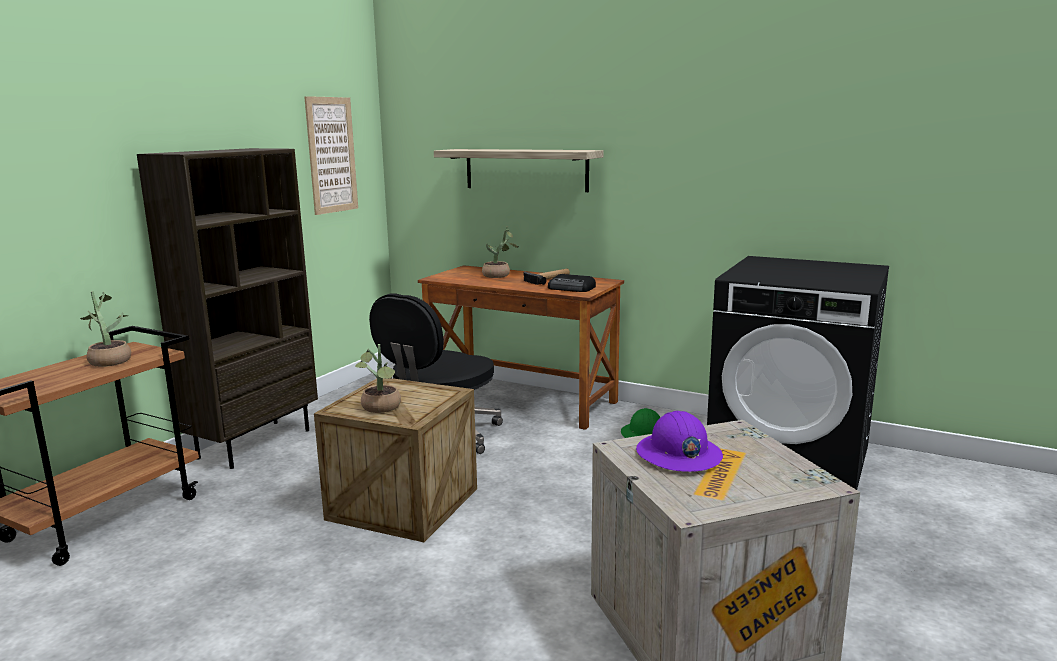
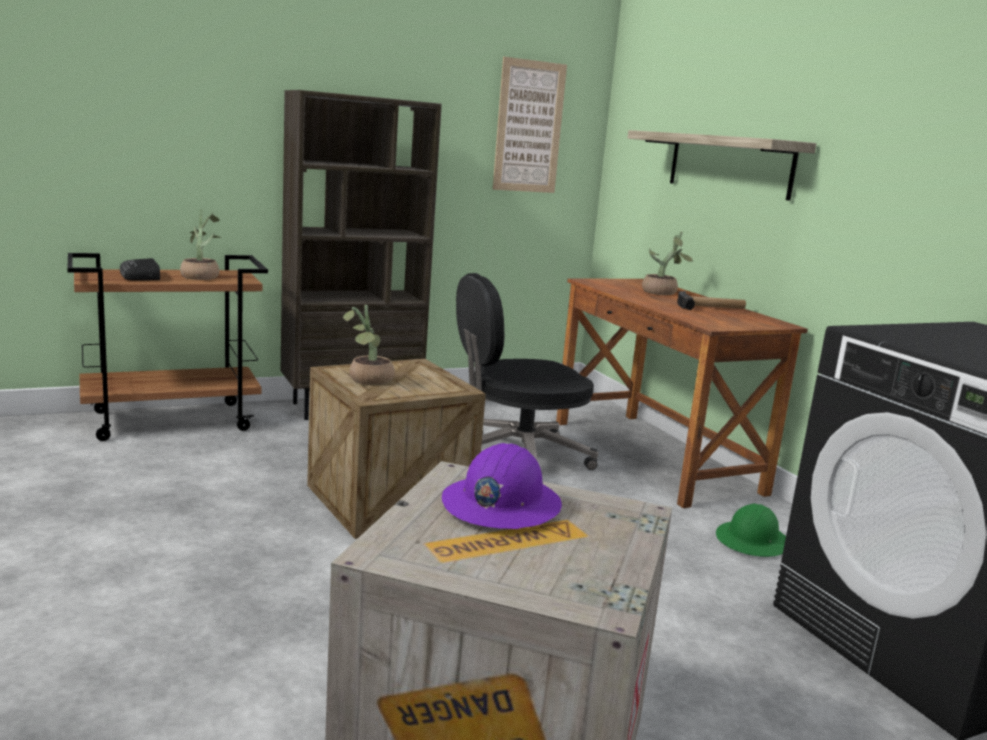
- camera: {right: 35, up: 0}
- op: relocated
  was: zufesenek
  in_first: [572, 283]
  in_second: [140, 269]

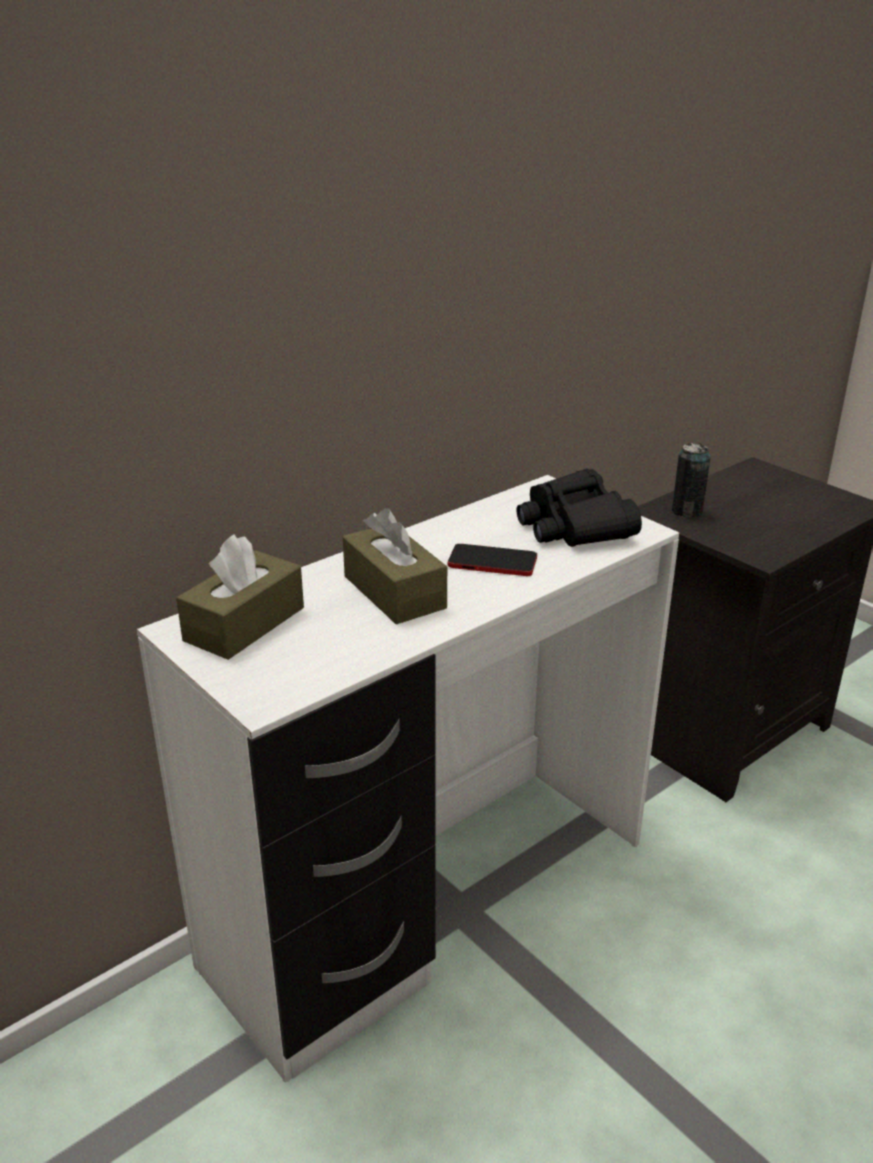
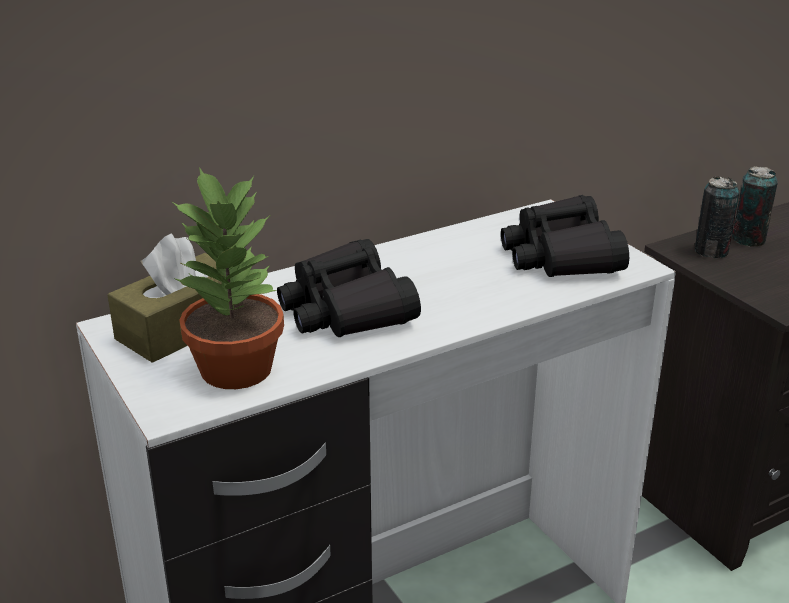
- camera: {right: 10, up: 0}
- op: appeared
  now: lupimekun
  in_second: [228, 278]
- op: exchanged
  was: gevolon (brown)
  now: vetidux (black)
  in_first: [395, 566]
  in_second: [349, 288]
- op: appeared
  now: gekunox
  in_second: [755, 206]
- op: missing
  was: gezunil
  in_first: [492, 560]

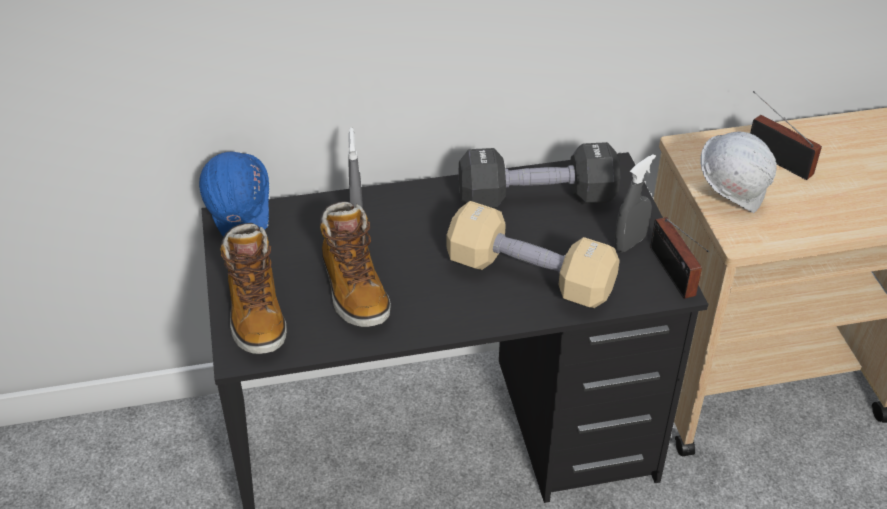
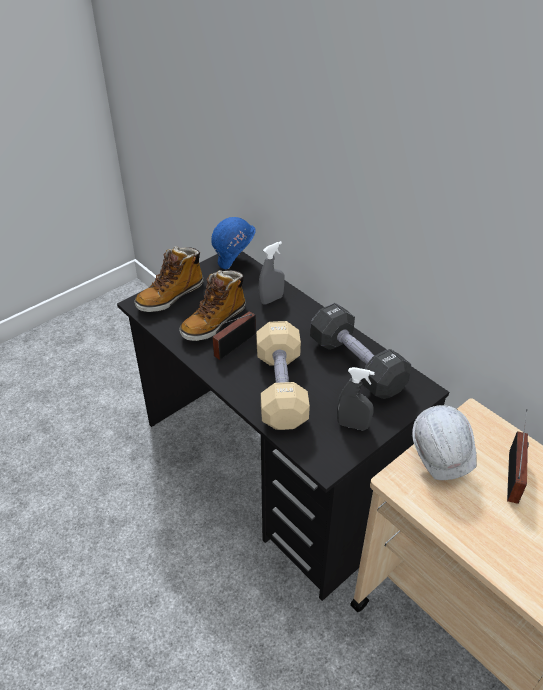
- camera: {right: 60, up: 0}
- op: relocated
  was: zufesenek
  in_first: [679, 258]
  in_second: [233, 335]

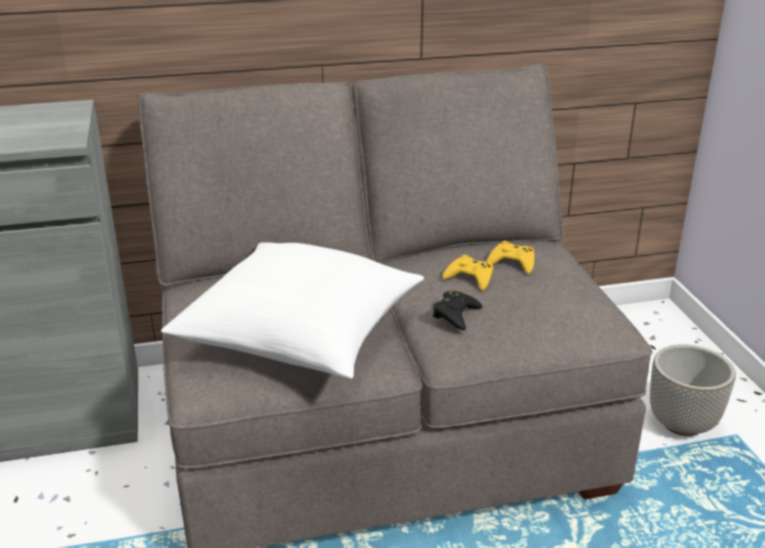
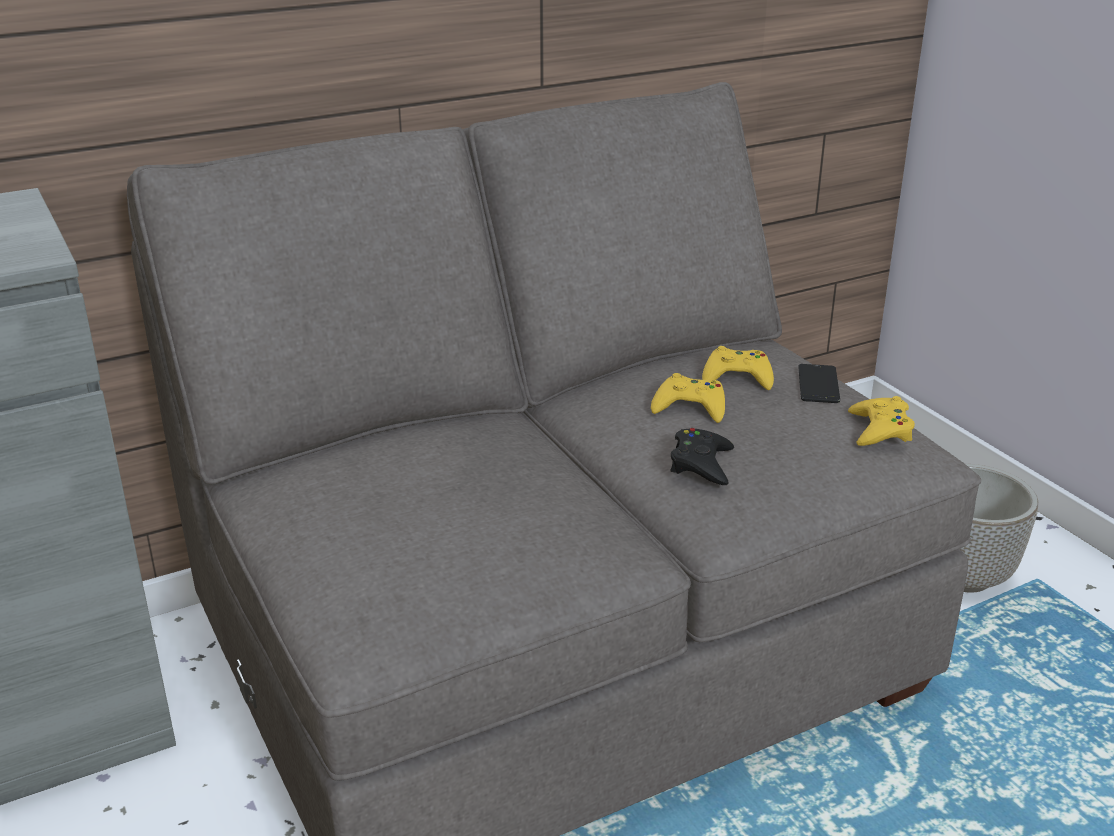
- camera: {right: -15, up: 0}
- op: appeared
  now: gezunil
  in_second: [819, 383]
- op: appeared
  now: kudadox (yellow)
  in_second: [881, 421]
- op: missing
  was: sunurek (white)
  in_first: [292, 311]

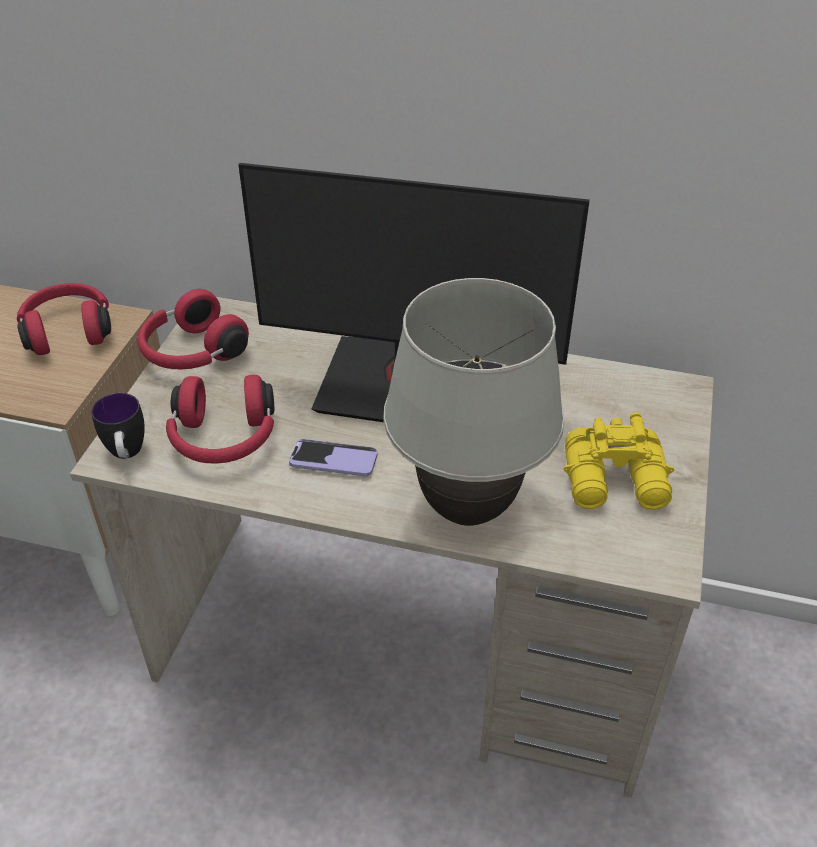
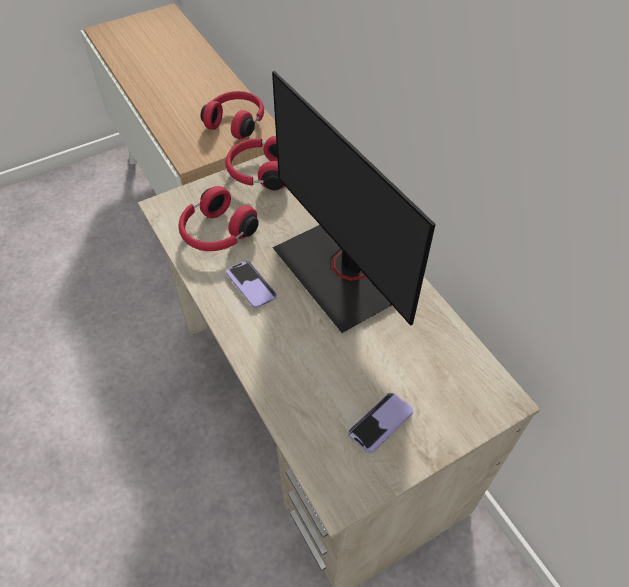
- camera: {right: 45, up: 10}
- op: exchanged
  was: vetidux (yellow)
  now: gezunil
  in_first: [618, 461]
  in_second: [380, 423]
- op: missing
  was: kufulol
  in_first: [118, 426]
- op: missing
  was: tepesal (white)
  in_first: [473, 402]

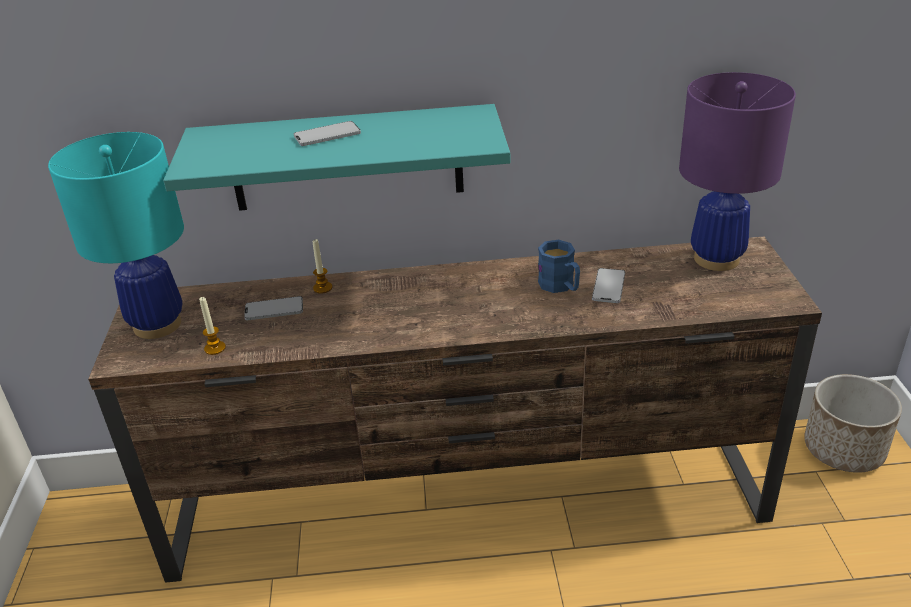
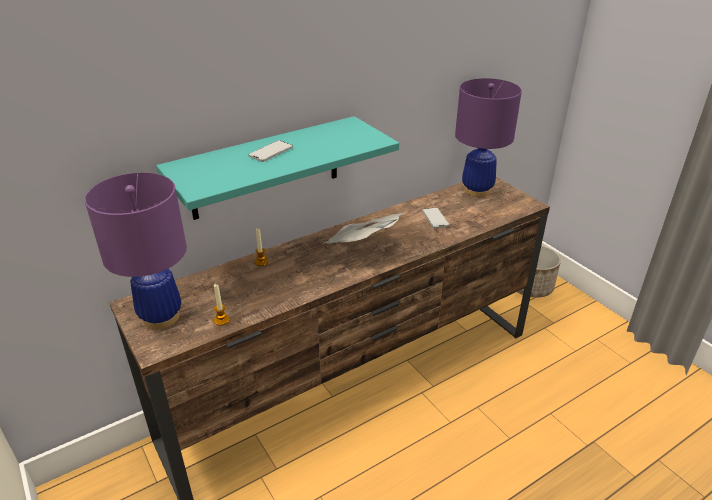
- camera: {right: -30, up: 0}
- op: colour
  was: tepesal (turquoise)
  now: tepesal (purple)
  in_first: [116, 235]
  in_second: [136, 251]
- op: appeared
  now: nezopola
  in_second: [363, 228]
- op: missing
  was: gezunil
  in_first: [273, 308]
- op: missing
  was: kufulol (blue)
  in_first: [559, 266]

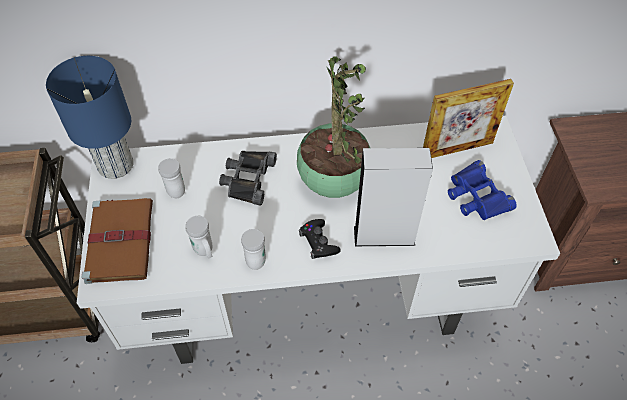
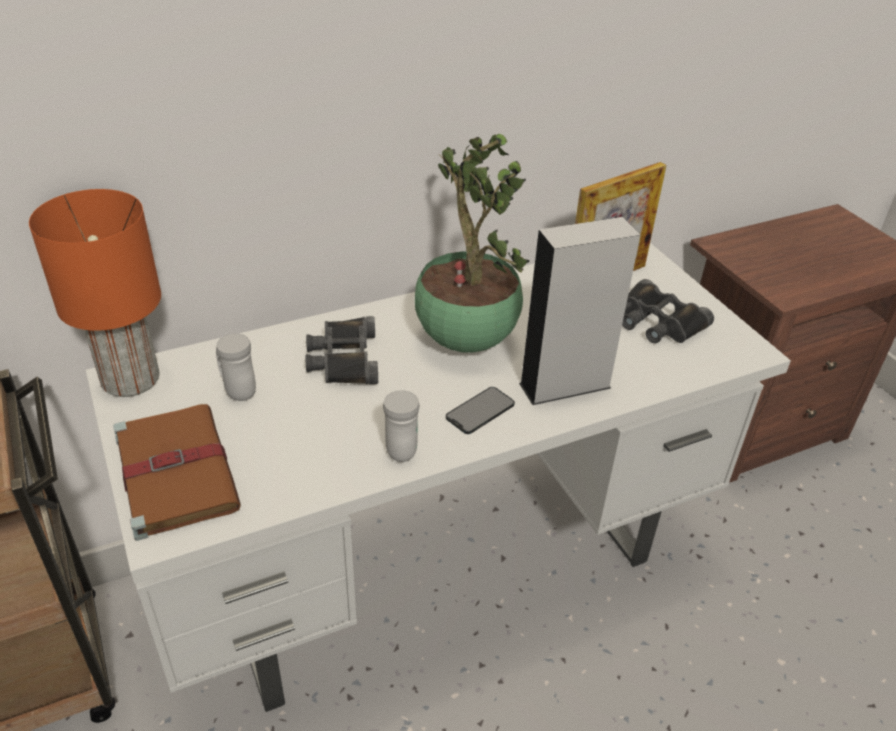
- camera: {right: -20, up: -15}
- op: colour
  was: tepesal (blue)
  now: tepesal (orange)
  in_first: [90, 117]
  in_second: [95, 293]
- op: exchanged
  was: kudadox (black)
  now: gezunil
  in_first: [320, 239]
  in_second: [480, 410]
- op: colour
  was: vetidux (blue)
  now: vetidux (black)
  in_first: [482, 190]
  in_second: [668, 311]
- op: missing
  was: kufulol (white)
  in_first: [198, 237]

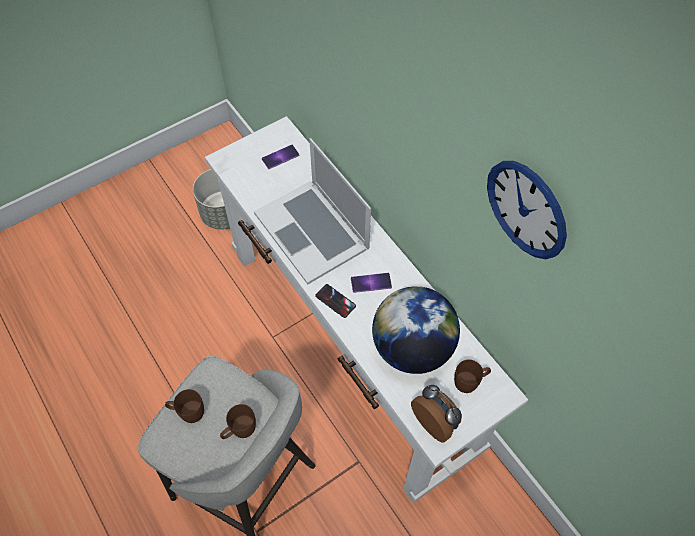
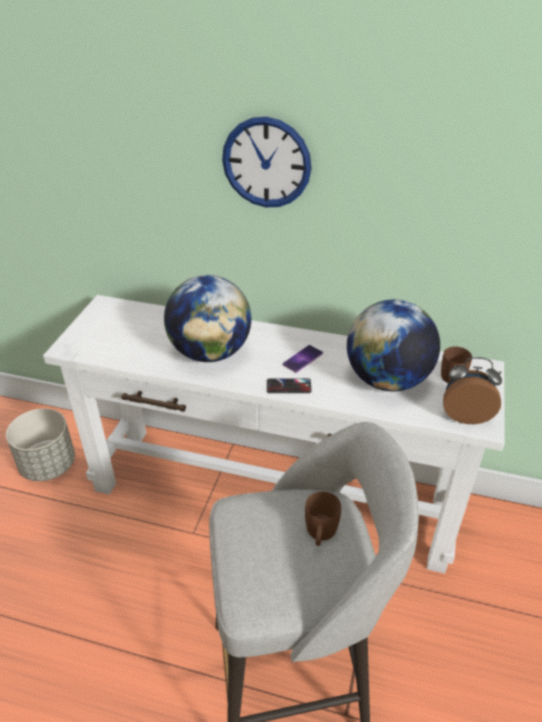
- camera: {right: -40, up: -20}
- op: exchanged
  was: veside
  now: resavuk
  in_first: [312, 211]
  in_second: [207, 318]
- op: relocated
  was: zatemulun
  in_first: [527, 210]
  in_second: [267, 162]
- op: missing
  was: kufulol (brown)
  in_first: [184, 406]
- op: missing
  was: gezunil
  in_first: [280, 157]

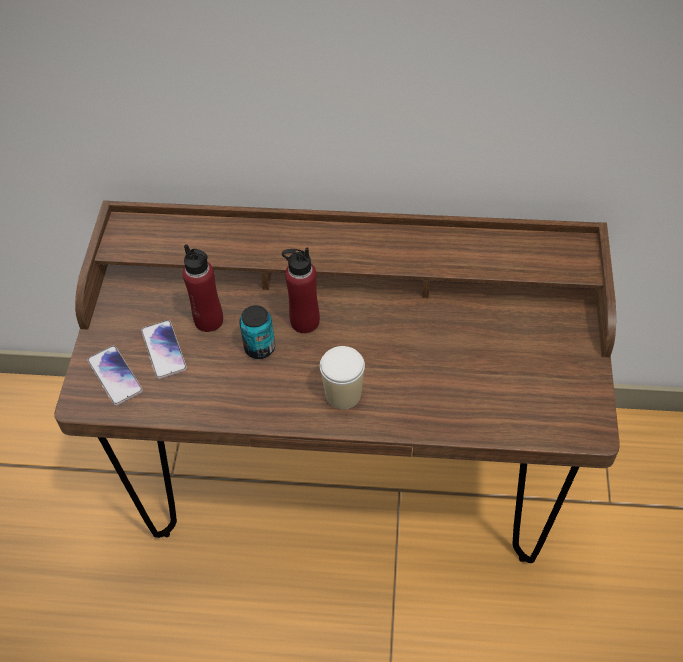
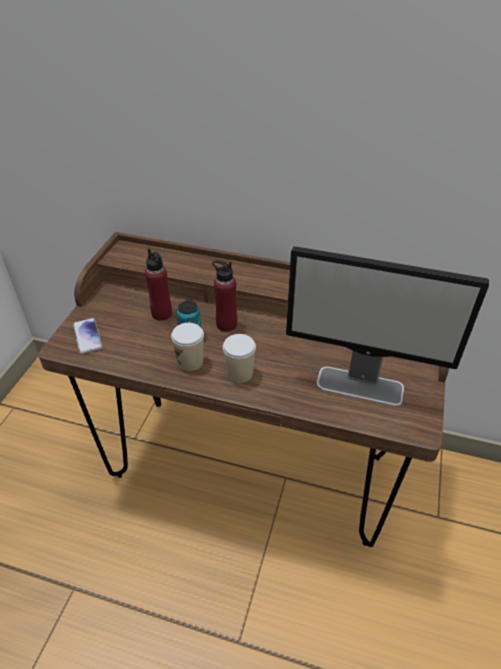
- camera: {right: 10, up: -10}
- op: appeared
  now: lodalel
  in_second: [187, 347]
- op: appeared
  now: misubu
  in_second: [387, 326]
- op: missing
  was: gezunil
  in_first: [164, 349]

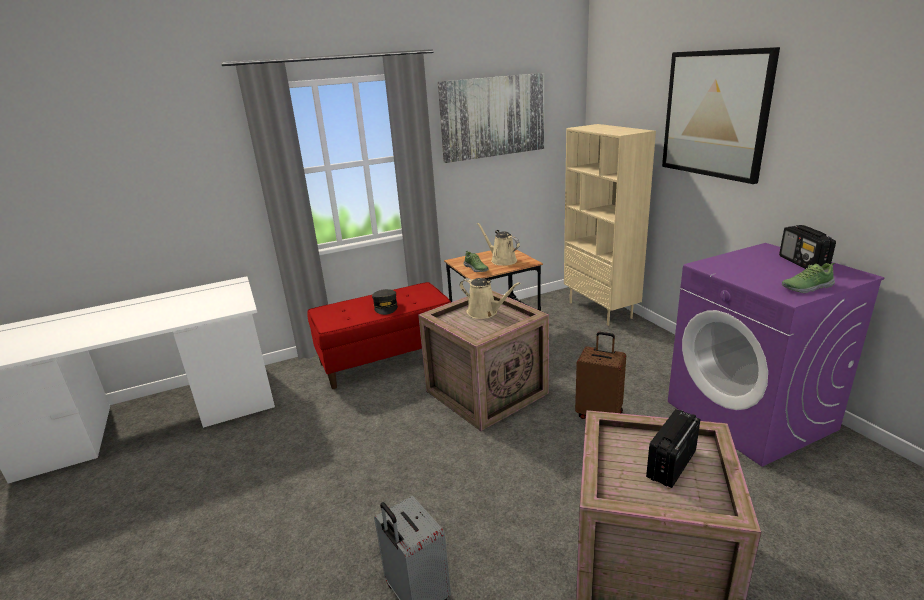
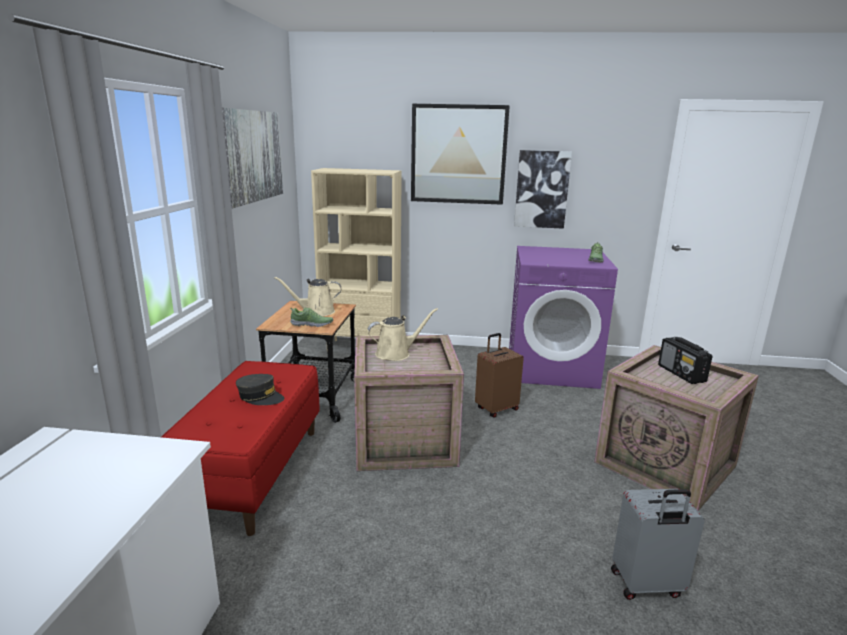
- camera: {right: -60, up: -5}
- op: appeared
  now: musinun
  in_second: [543, 189]
- op: missing
  was: zufesenek
  in_first: [807, 247]

